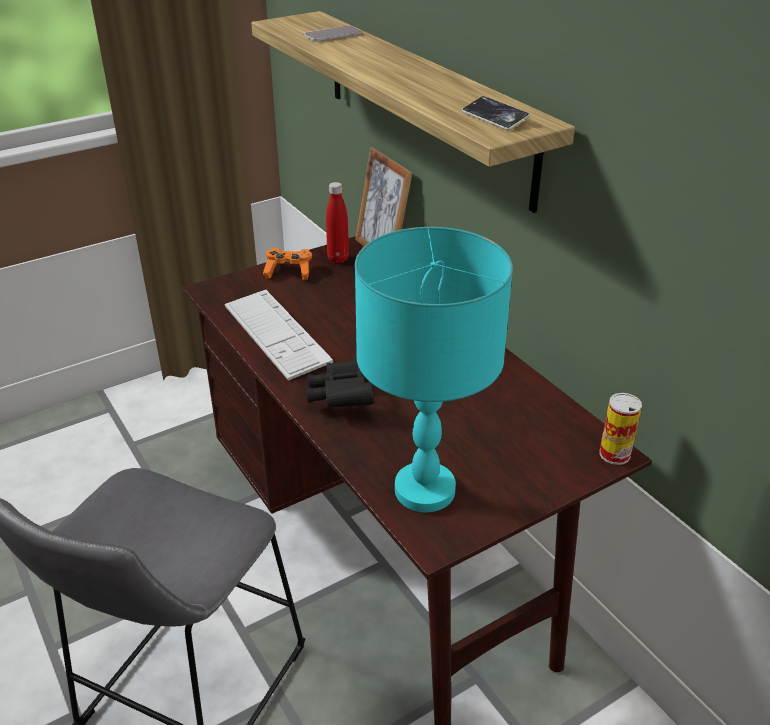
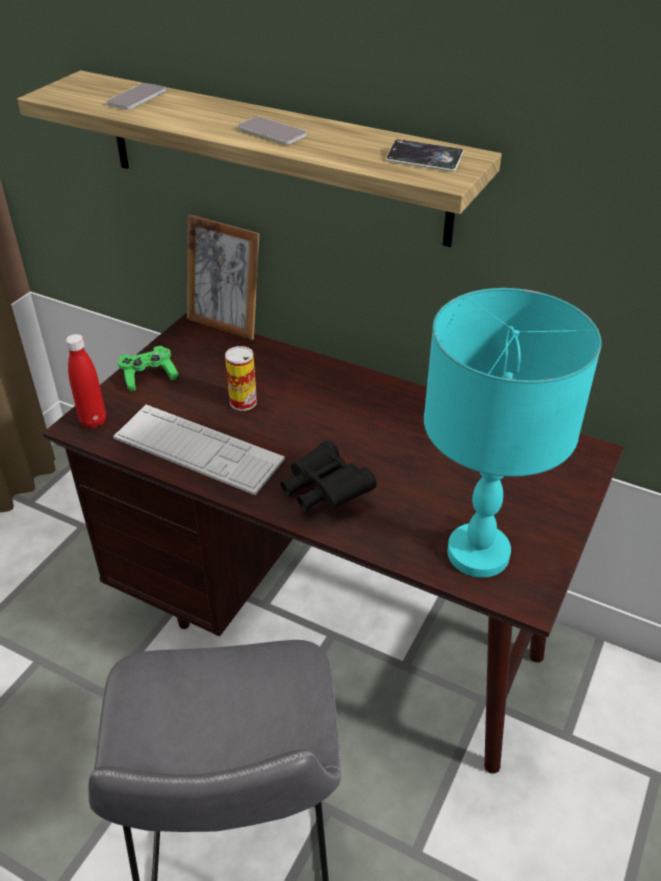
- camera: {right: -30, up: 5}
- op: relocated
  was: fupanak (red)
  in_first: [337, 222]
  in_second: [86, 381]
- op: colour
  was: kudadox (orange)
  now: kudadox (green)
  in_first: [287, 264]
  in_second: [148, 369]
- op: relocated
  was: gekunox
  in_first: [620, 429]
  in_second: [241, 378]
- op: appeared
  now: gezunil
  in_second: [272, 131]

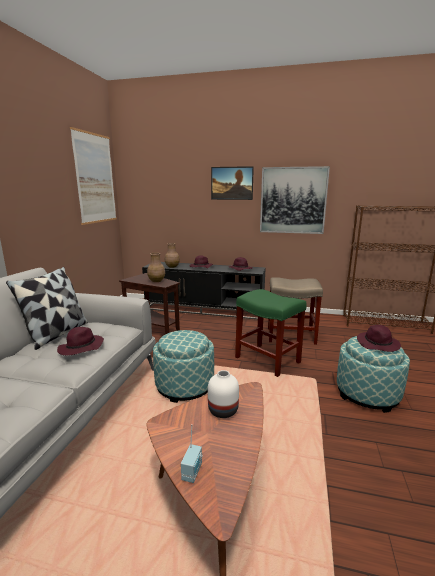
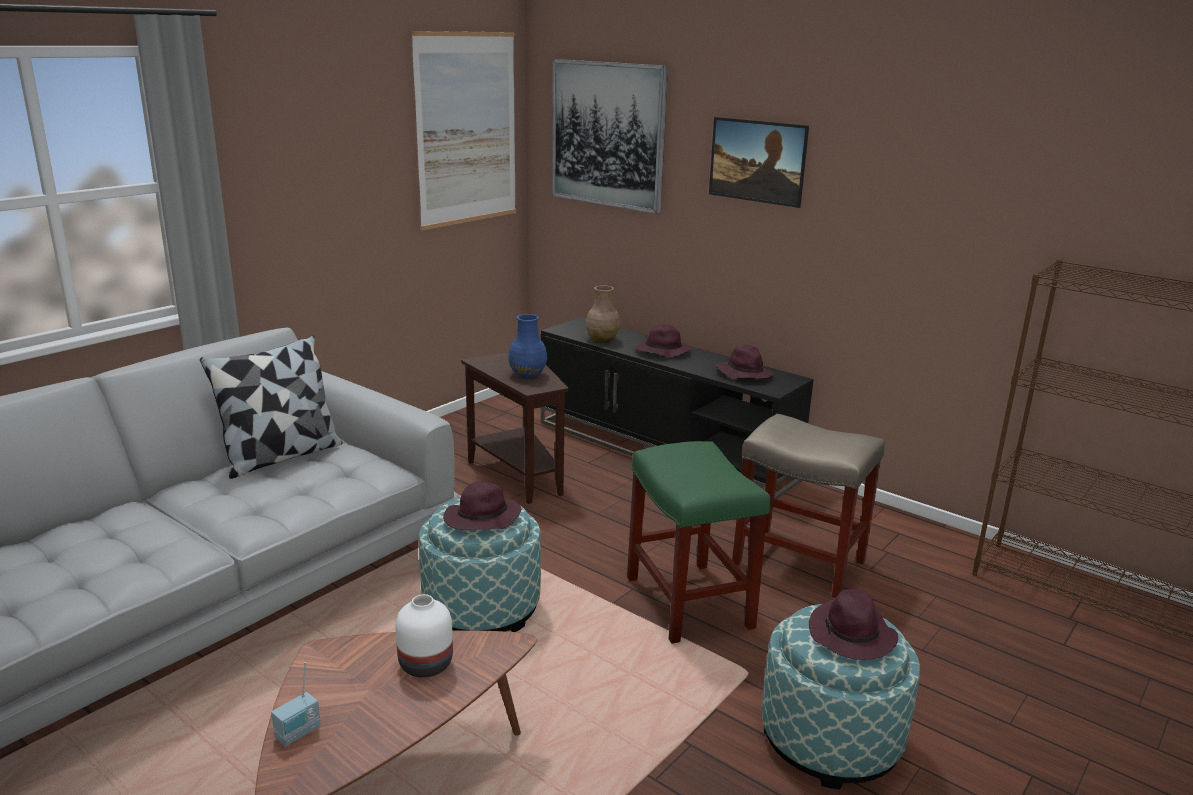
- camera: {right: 25, up: 5}
- op: relocated
  was: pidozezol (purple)
  in_first: [80, 341]
  in_second: [482, 505]
- op: colour
  was: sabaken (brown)
  now: sabaken (blue)
  in_first: [156, 267]
  in_second: [527, 346]
- op: relocated
  was: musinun
  in_first: [295, 200]
  in_second: [610, 136]

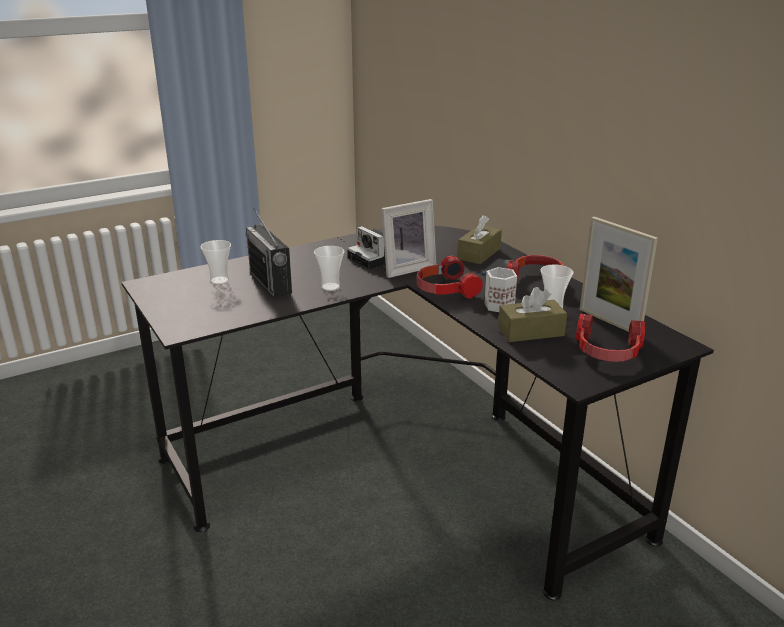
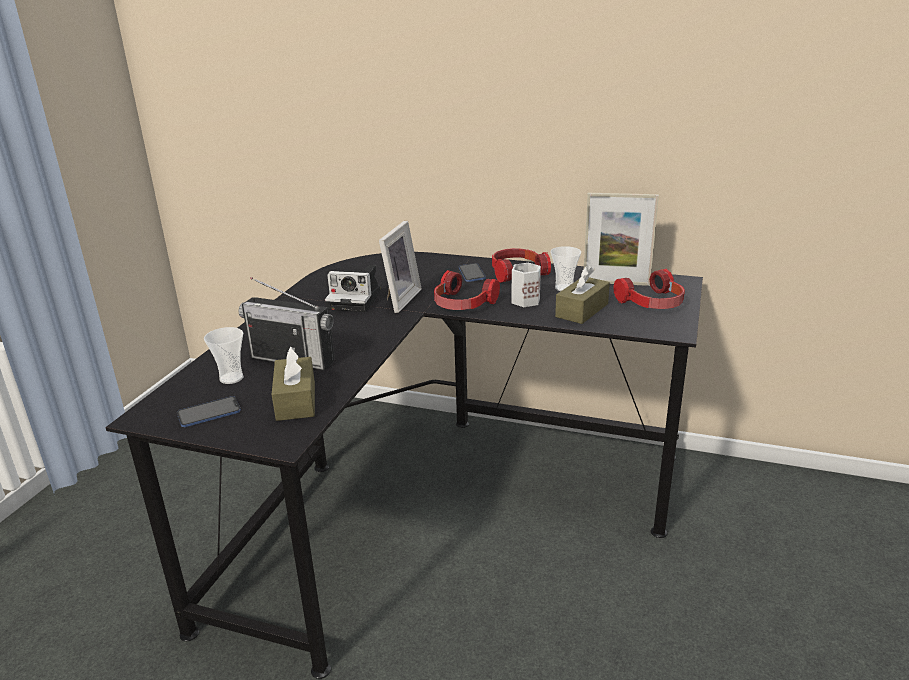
- camera: {right: -40, up: 0}
- op: appeared
  now: gezunil
  in_second: [209, 411]
- op: relocated
  was: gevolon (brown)
  in_first: [479, 239]
  in_second: [293, 384]
- op: missing
  was: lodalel
  in_first: [329, 268]

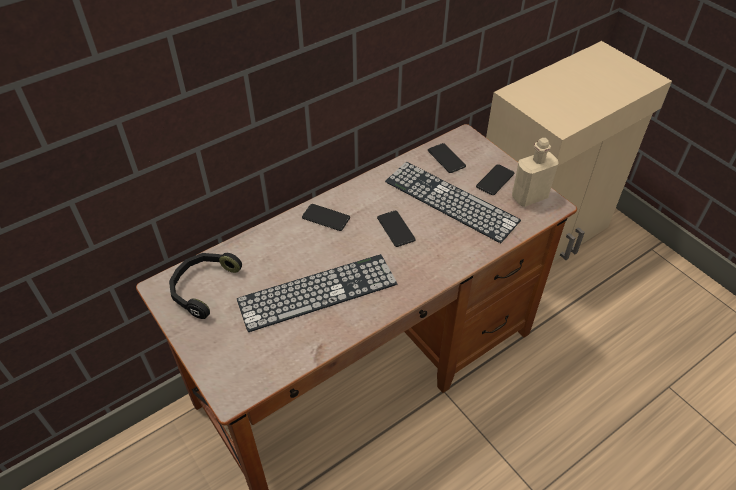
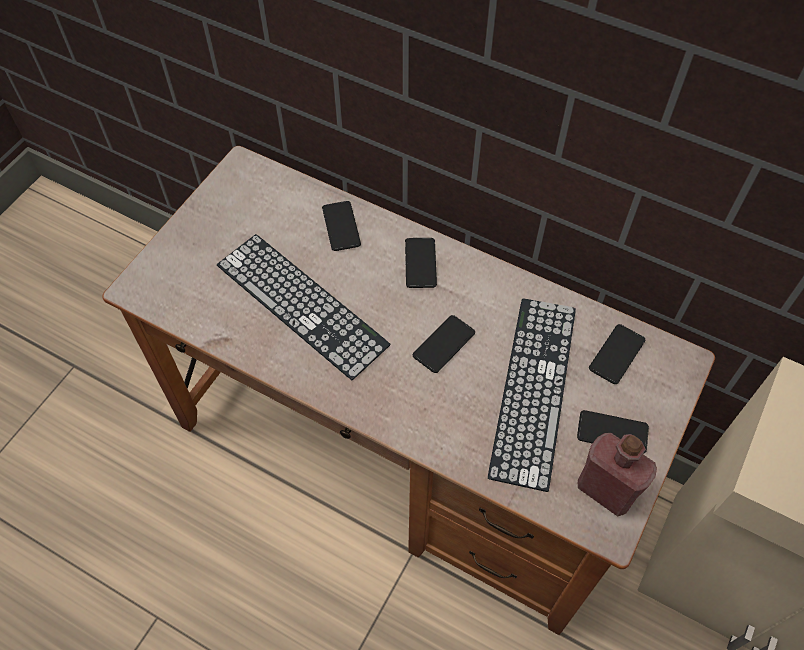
- camera: {right: 65, up: 10}
- op: appeared
  now: gezunil
  in_second: [341, 226]
- op: colour
  was: fupanak (beige)
  now: fupanak (red)
  in_first: [535, 172]
  in_second: [617, 475]
- op: missing
  was: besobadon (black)
  in_first: [205, 286]

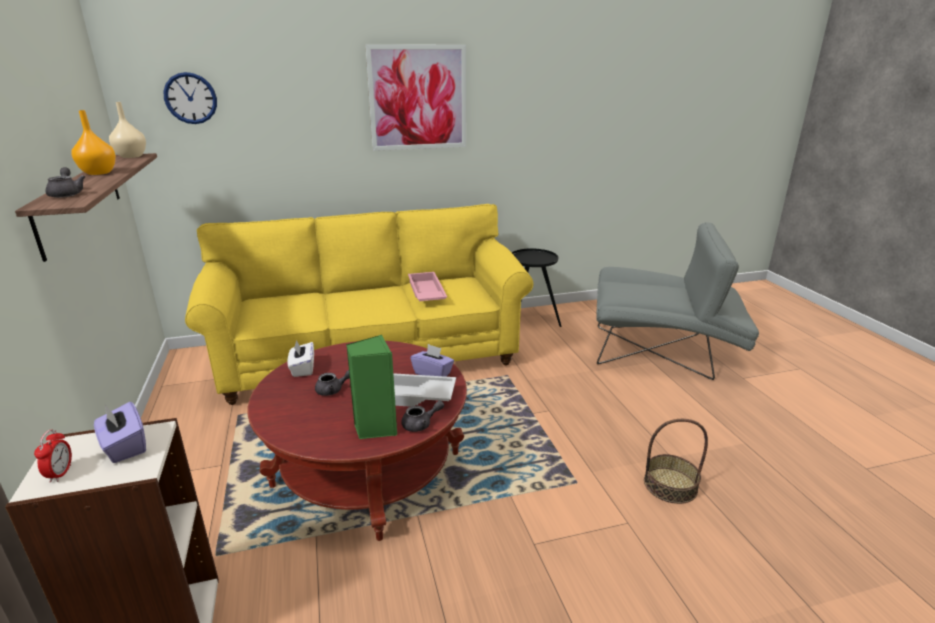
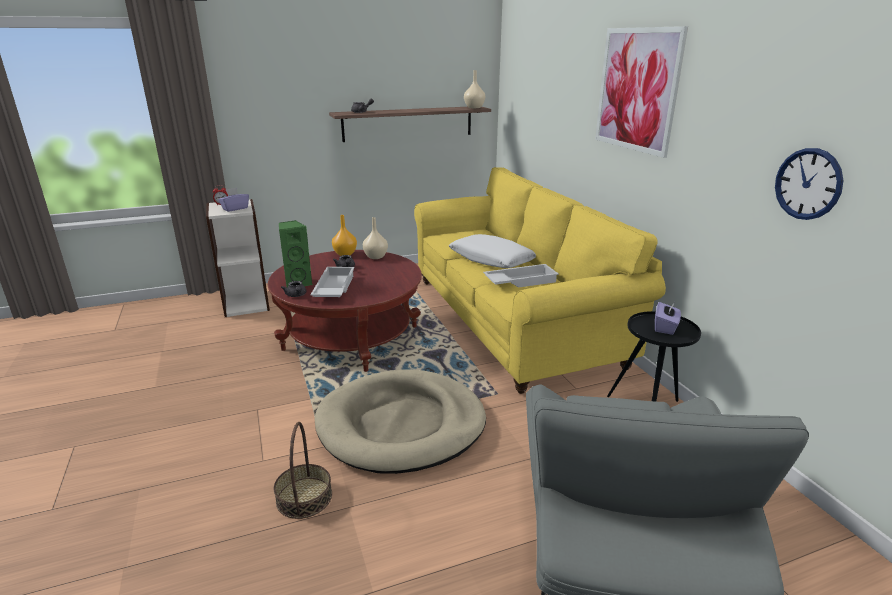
- camera: {right: 85, up: 0}
- op: appeared
  now: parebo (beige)
  in_second: [400, 421]
- op: relocated
  was: sabaken (orange)
  in_first: [93, 142]
  in_second: [344, 235]
- op: exchanged
  was: gevolon (white)
  now: sabaken (beige)
  in_first: [300, 358]
  in_second: [375, 238]
- op: appeared
  now: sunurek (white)
  in_second: [492, 251]
- op: colour
  was: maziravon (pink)
  now: maziravon (white)
  in_first: [427, 286]
  in_second: [521, 276]
- op: relocated
  was: gevolon (purple)
  in_first: [432, 360]
  in_second: [668, 318]
- op: relocated
  was: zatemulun
  in_first: [190, 98]
  in_second: [809, 184]

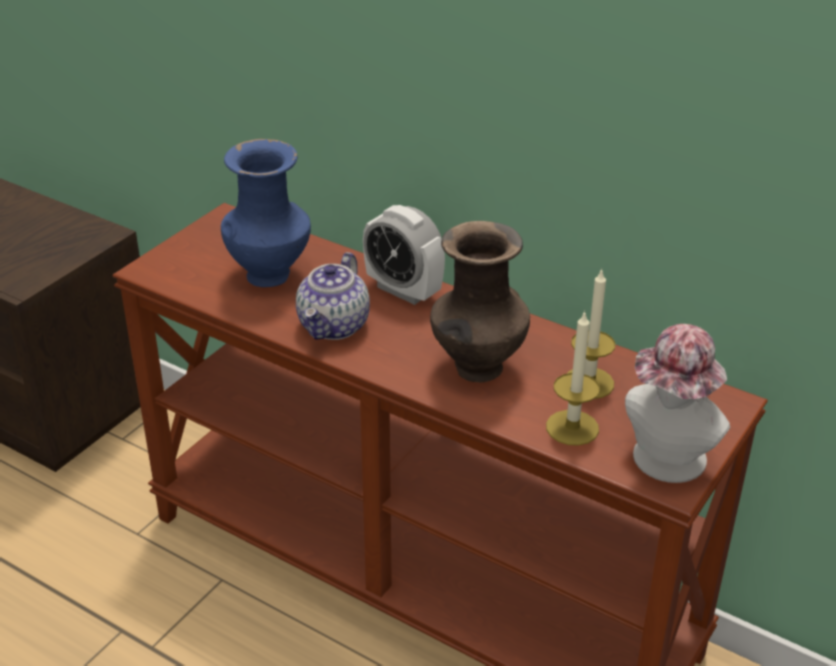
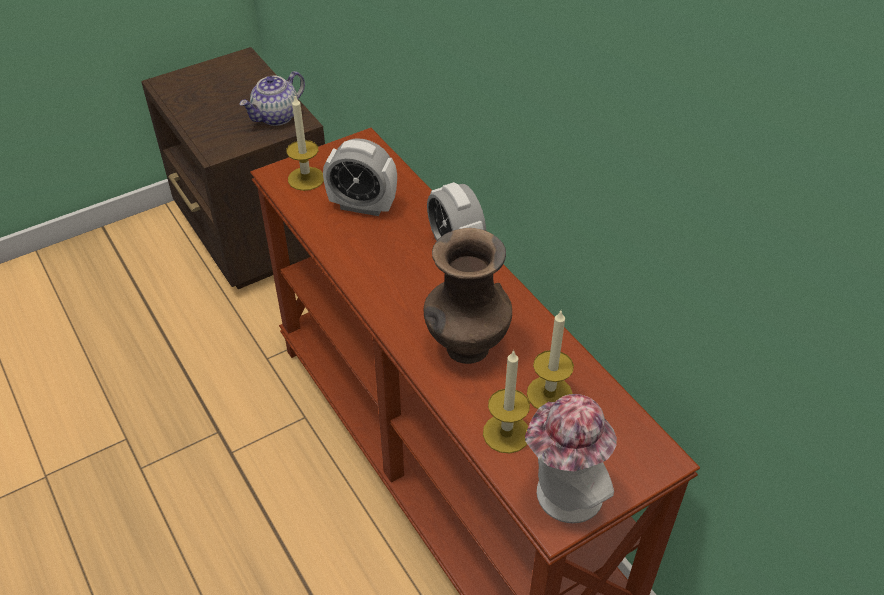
- camera: {right: 25, up: 10}
- op: relocated
  was: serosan
  in_first: [333, 296]
  in_second: [272, 98]
- op: appeared
  now: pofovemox
  in_second: [305, 143]
- op: exchanged
  was: sabaken (blue)
  now: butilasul
  in_first: [266, 213]
  in_second: [360, 177]

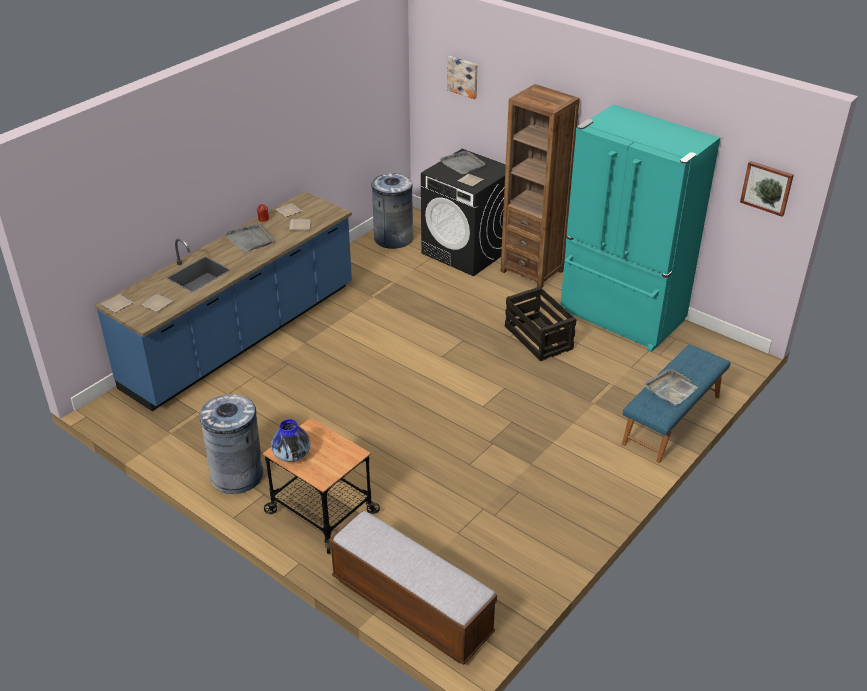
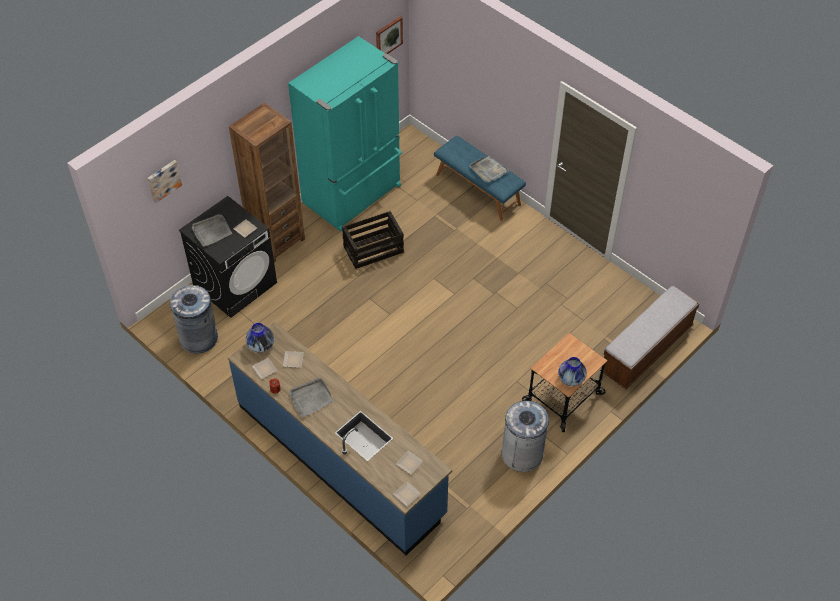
- camera: {right: -85, up: 15}
- op: appeared
  now: sabaken
  in_second: [260, 337]

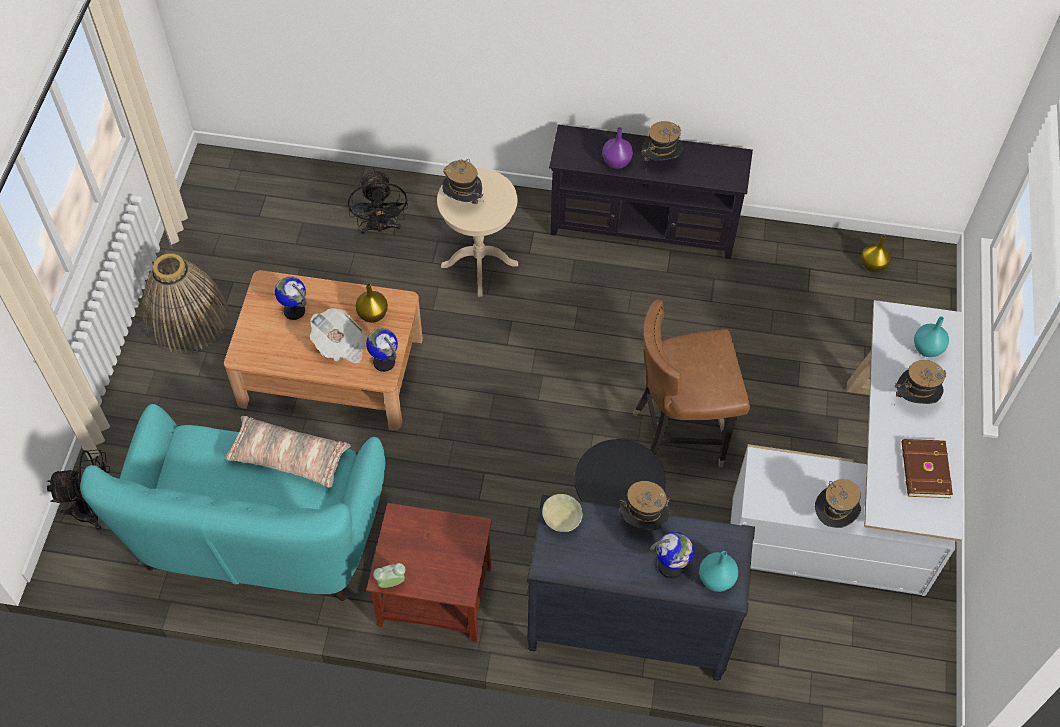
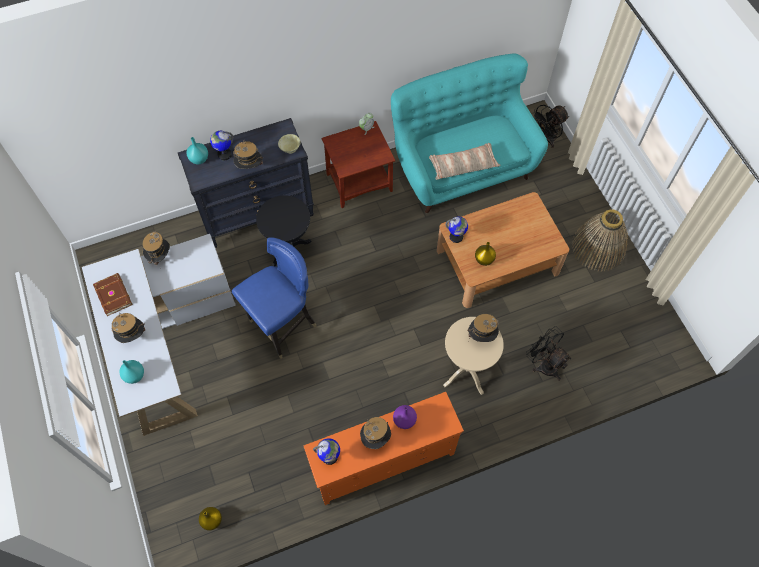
- camera: {right: 150, up: 5}
- op: colour
  was: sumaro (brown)
  now: sumaro (blue)
  in_first: [691, 383]
  in_second: [274, 298]
- op: colour
  was: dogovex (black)
  now: dogovex (orange)
  in_first: [651, 191]
  in_second: [384, 448]
- op: relocated
  was: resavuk
  in_first: [290, 298]
  in_second: [326, 451]
- op: missing
  was: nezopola
  in_first: [338, 336]

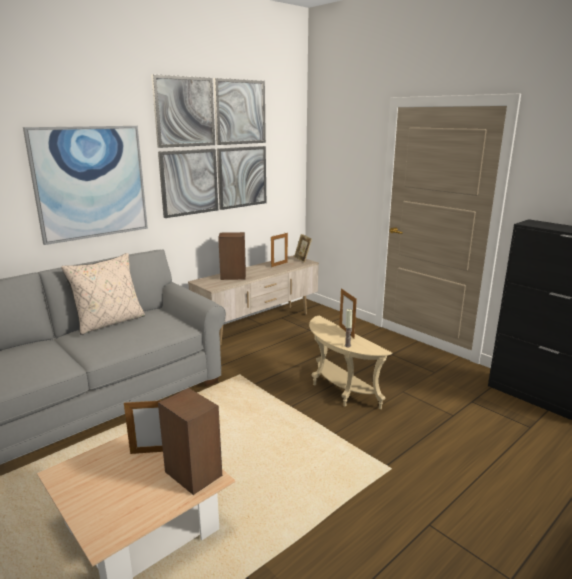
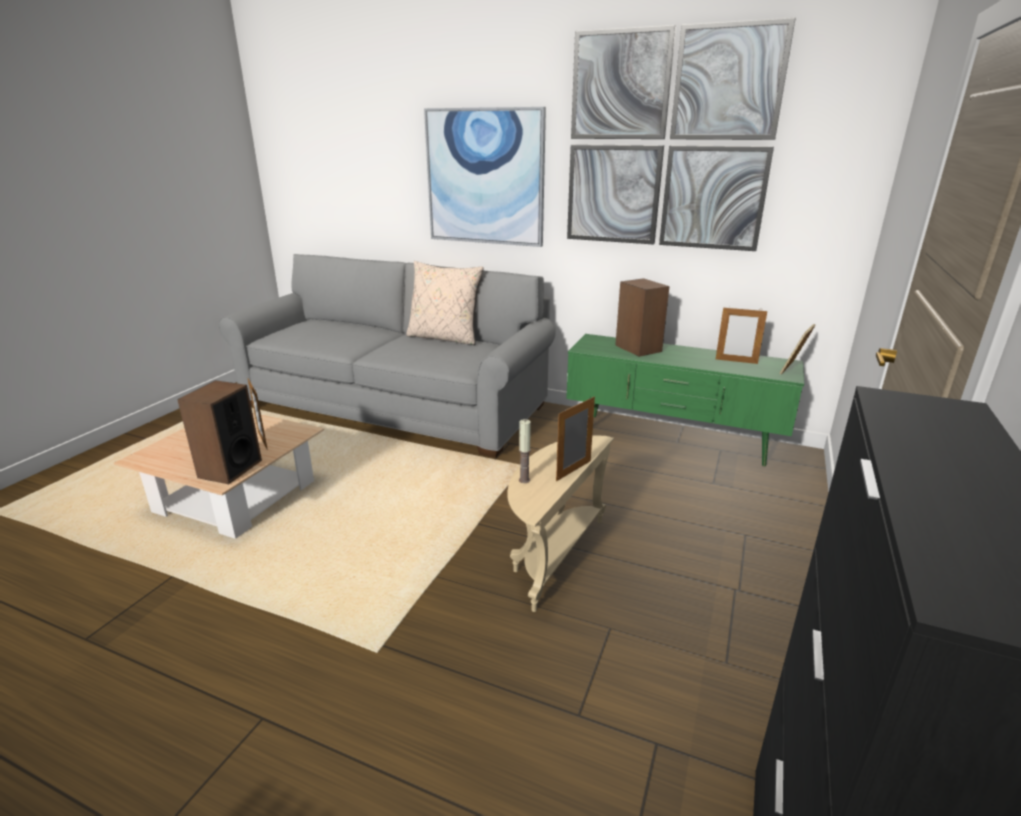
- camera: {right: 65, up: 5}
- op: colour
  was: dogovex (beige)
  now: dogovex (green)
  in_first: [253, 300]
  in_second: [685, 400]

